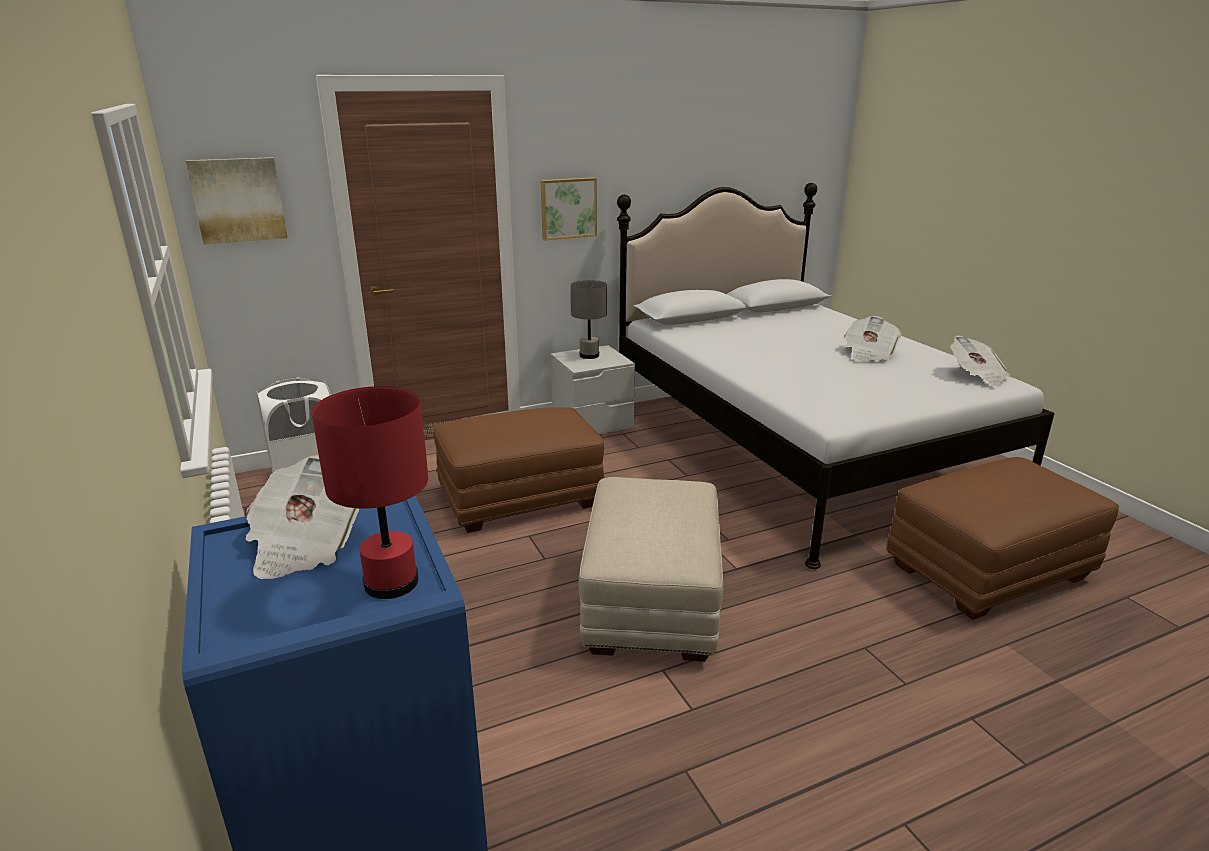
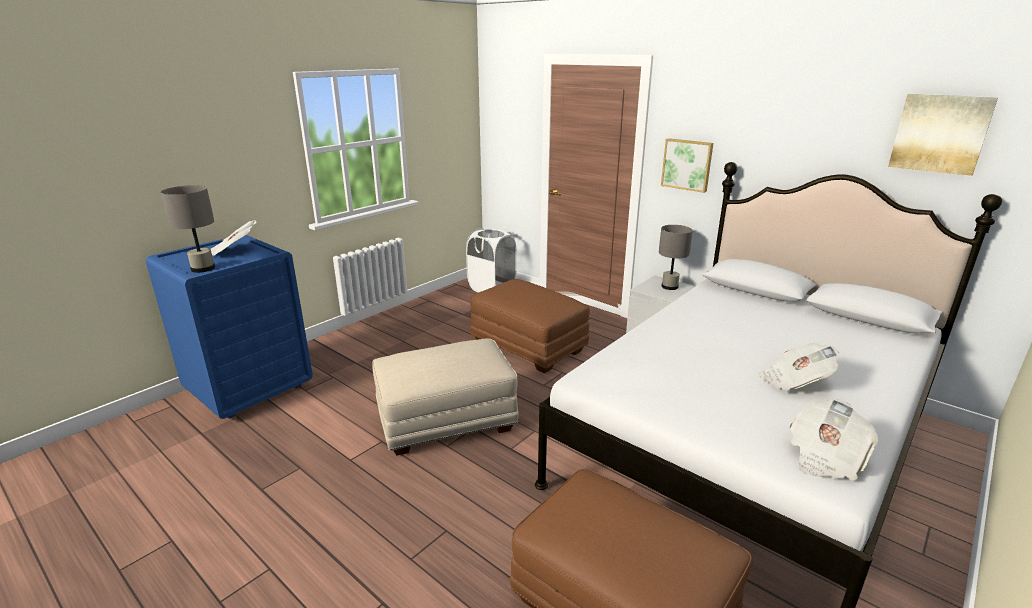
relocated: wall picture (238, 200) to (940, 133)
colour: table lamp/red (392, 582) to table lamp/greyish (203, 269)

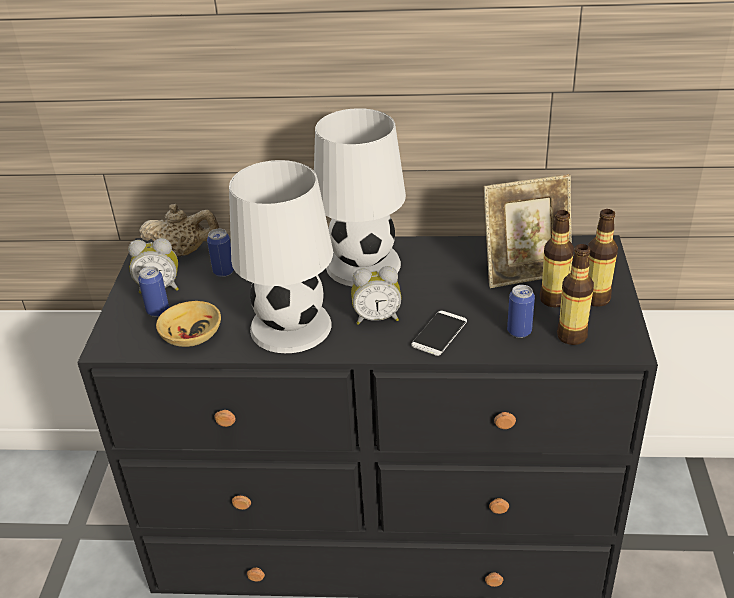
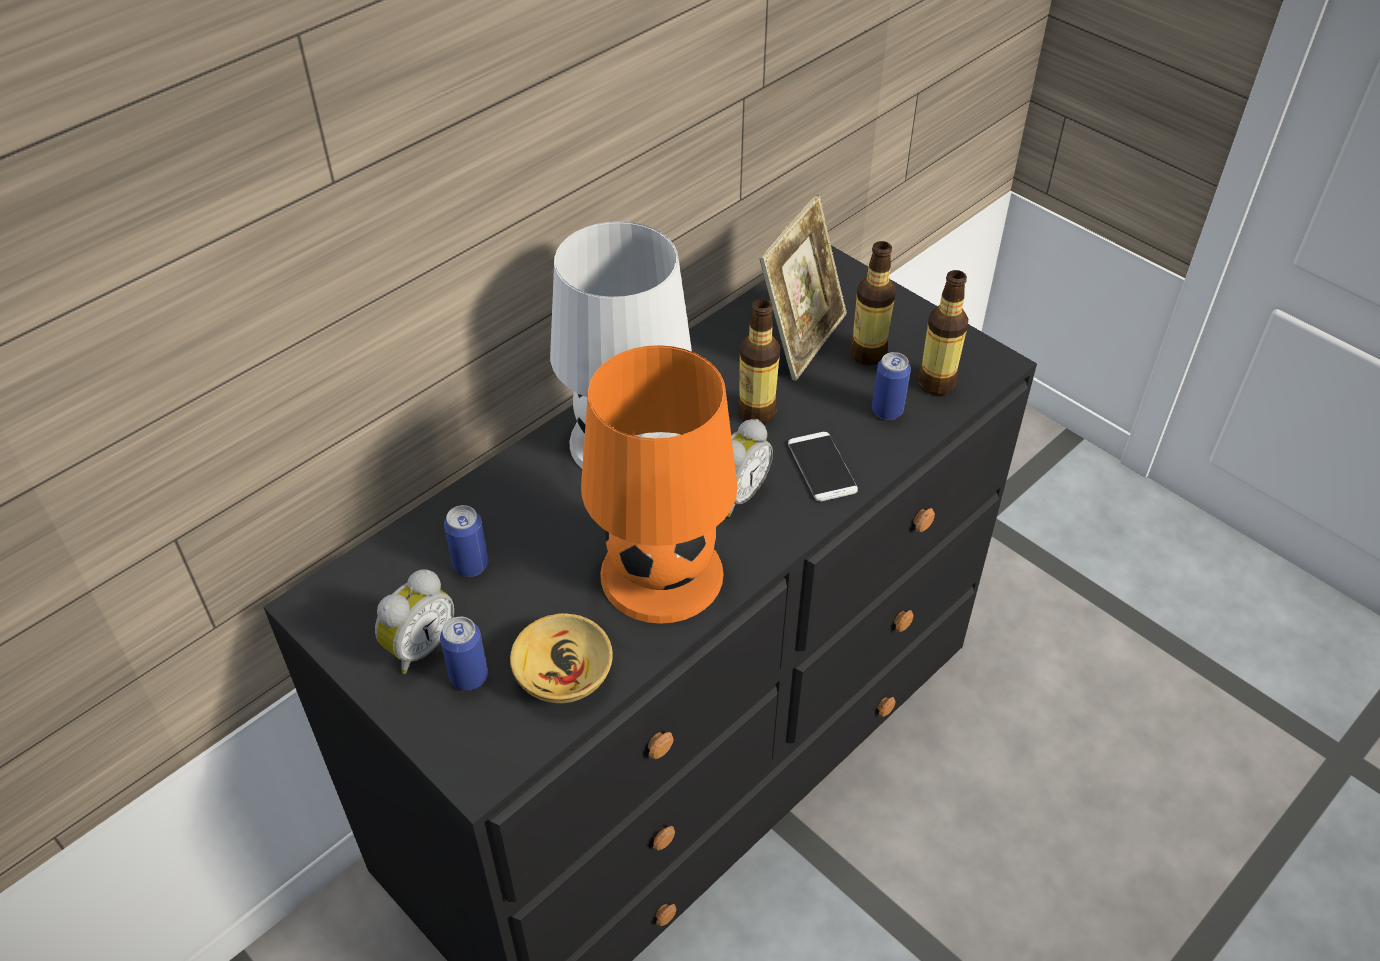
missing: tea pot/sand-coloured (184, 252)
relocated: beverage bottle (595, 298) to (756, 412)
colour: table lamp/white-coloured (290, 325) to table lamp/orange-coloured (660, 573)

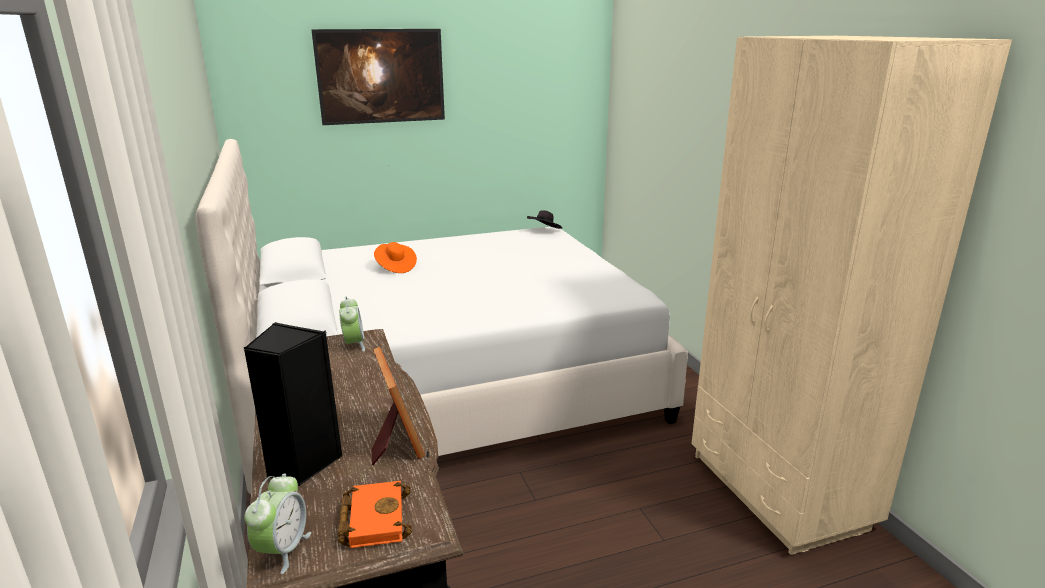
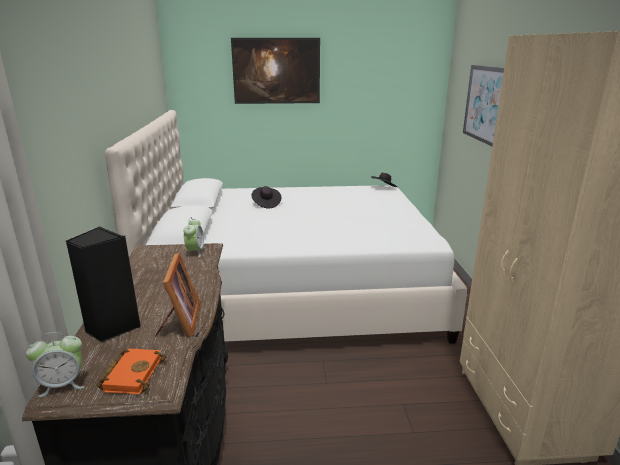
appeared: wall picture (486, 104)
colour: clothing hat/orange-coloured (395, 267) to clothing hat/black (266, 204)
spun: table clock (283, 550) = (63, 384) 45 degrees clockwise

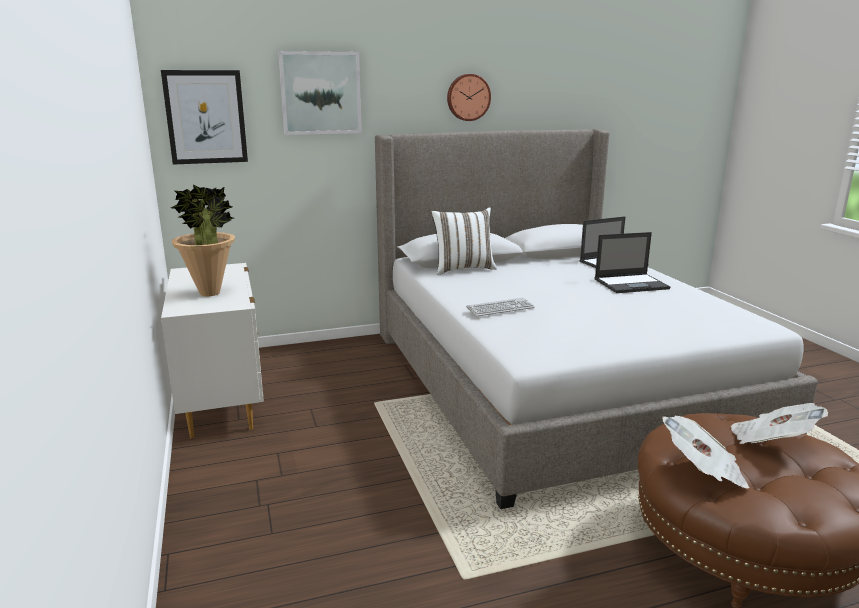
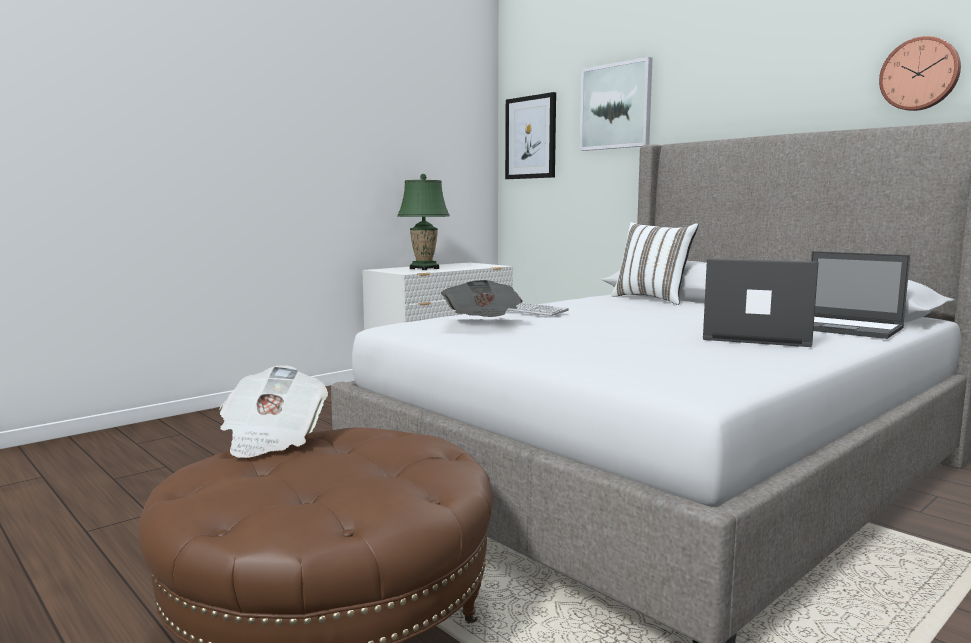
relocated: hanging clock (468, 97) to (920, 74); newspaper (771, 442) to (483, 322)
exchanged: potted plant (210, 293) to table lamp/green-coloured (424, 269)
spun: portable computer (632, 284) = (755, 336) 150 degrees clockwise

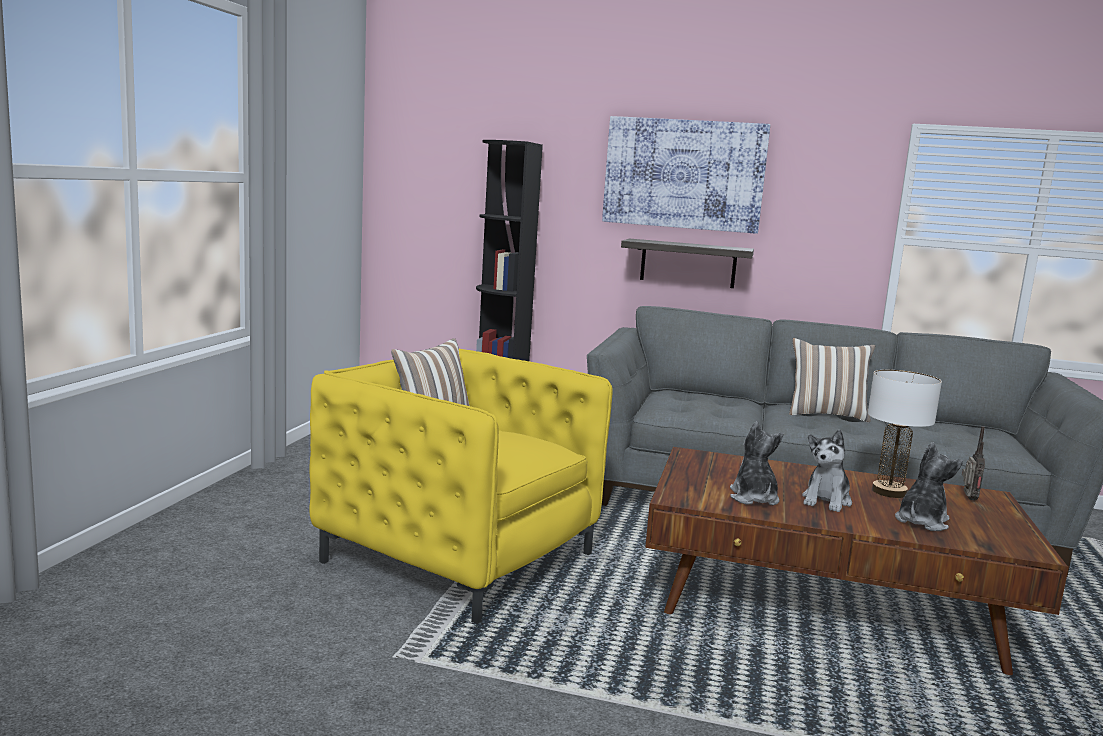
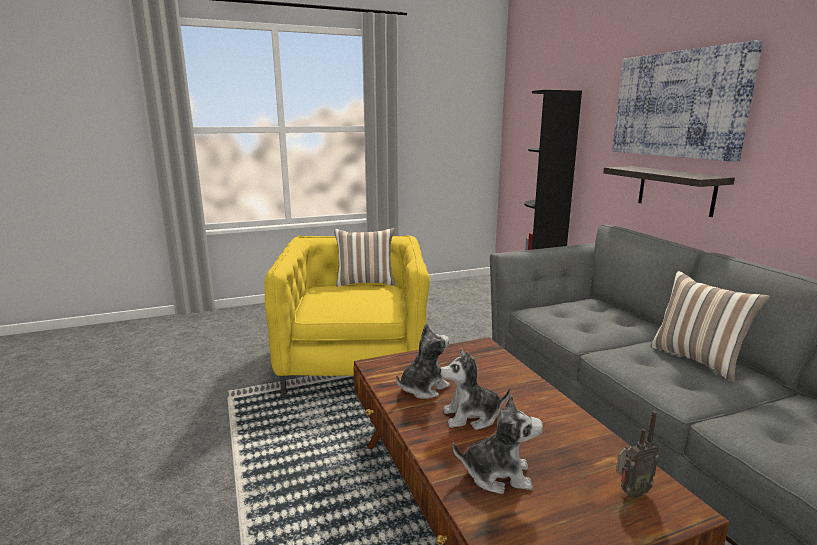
missing: table lamp (889, 492)

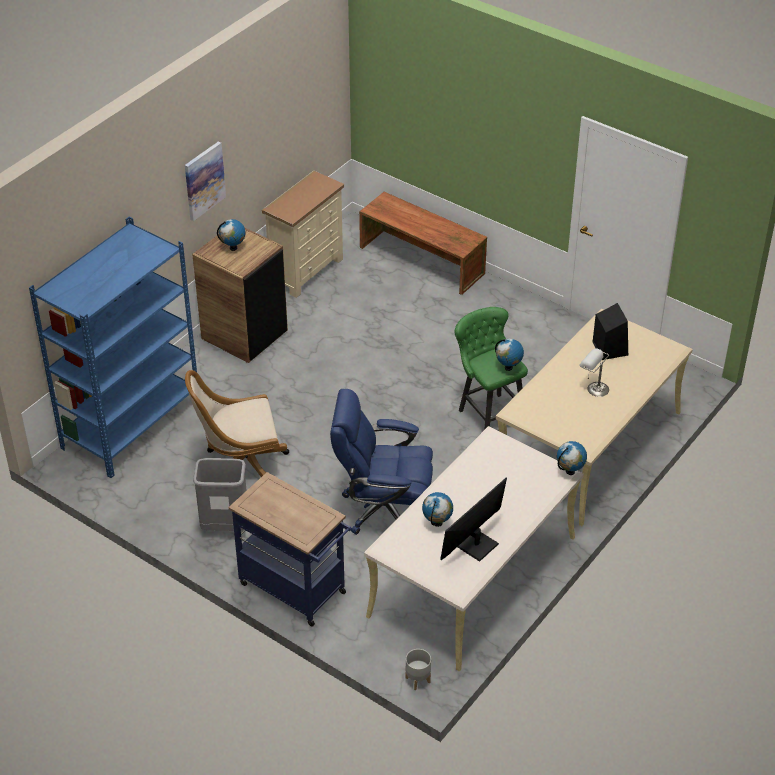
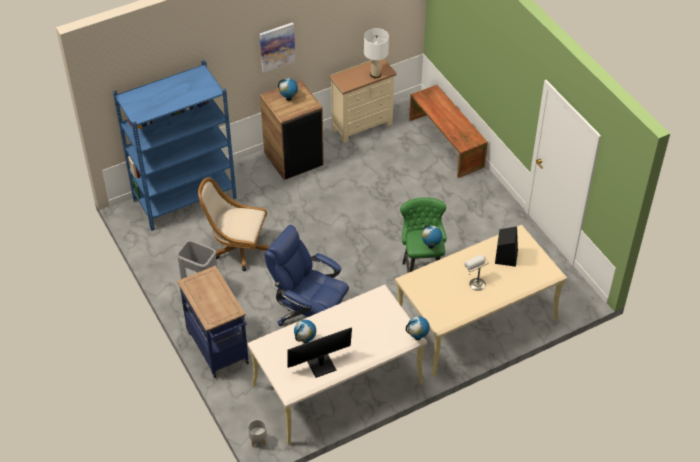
appeared: table lamp/white-coloured (375, 74)

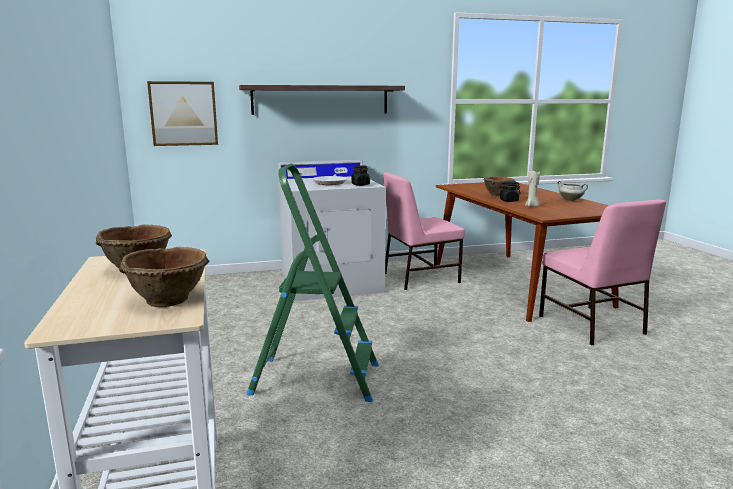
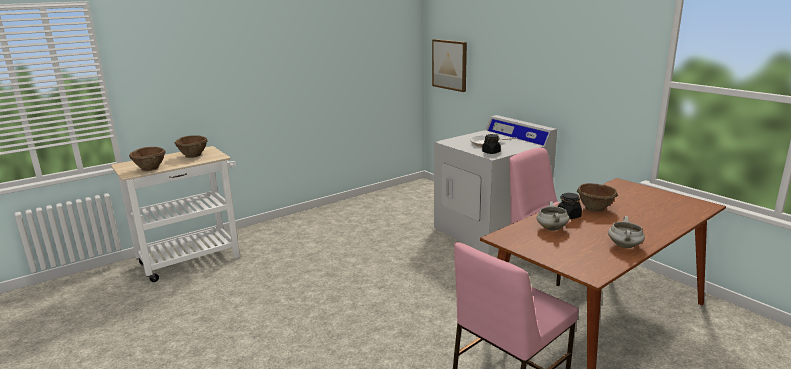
missing: wall shelf (320, 100); step stool/green-coloured (317, 379)
exchanged: candle/sand-coloured (532, 206) to cooking pot/white-coloured (551, 228)

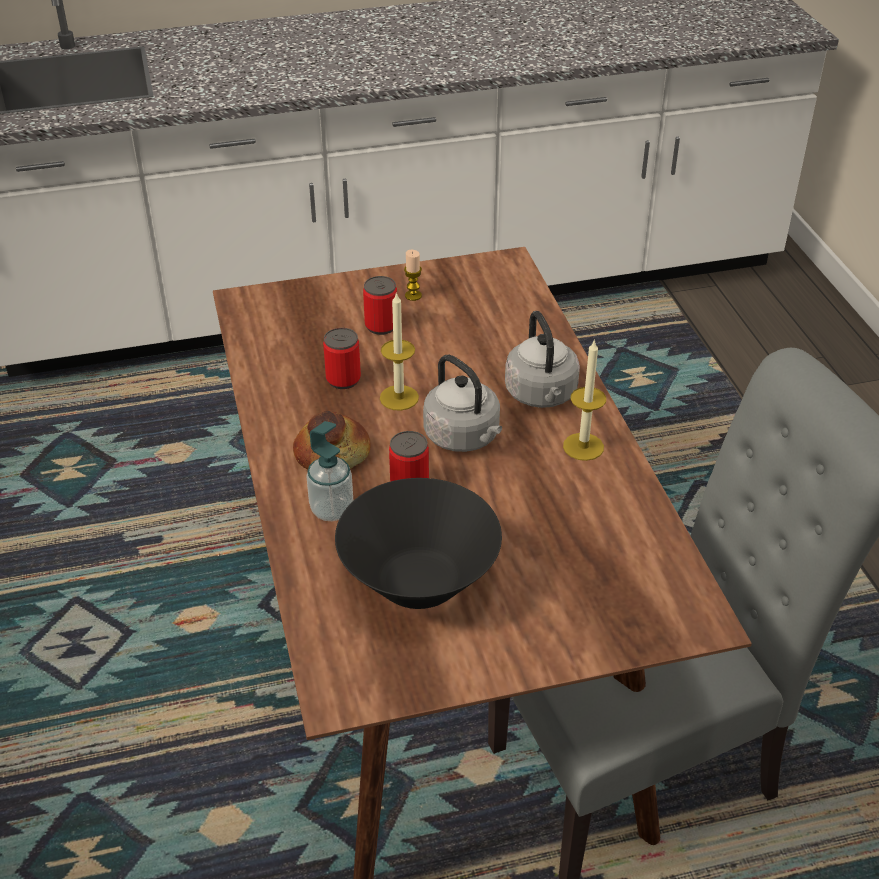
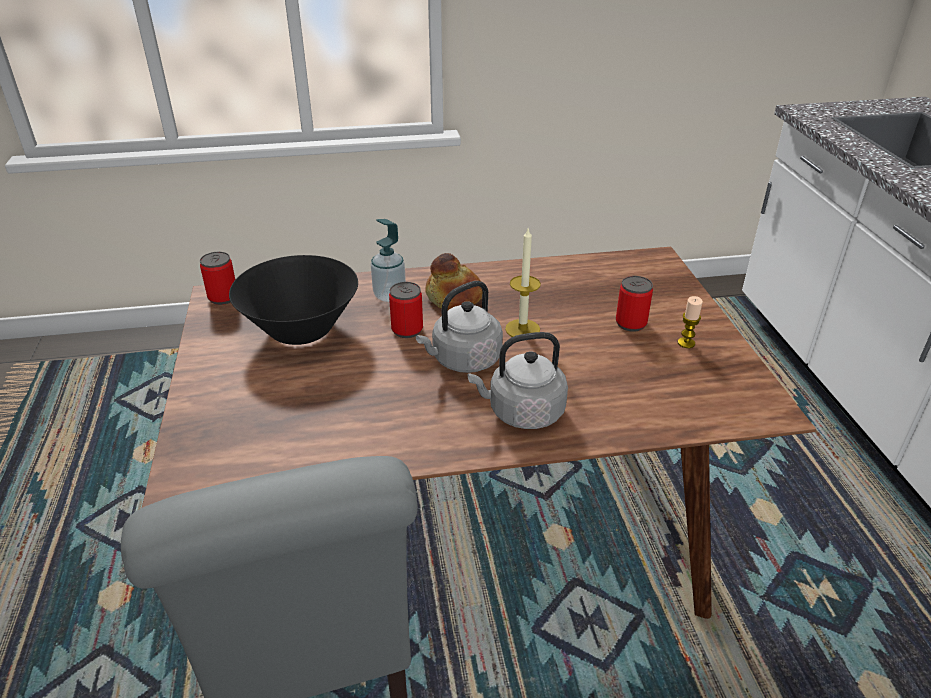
missing: candle (583, 446)
relocated: metal can (343, 379) to (223, 297)

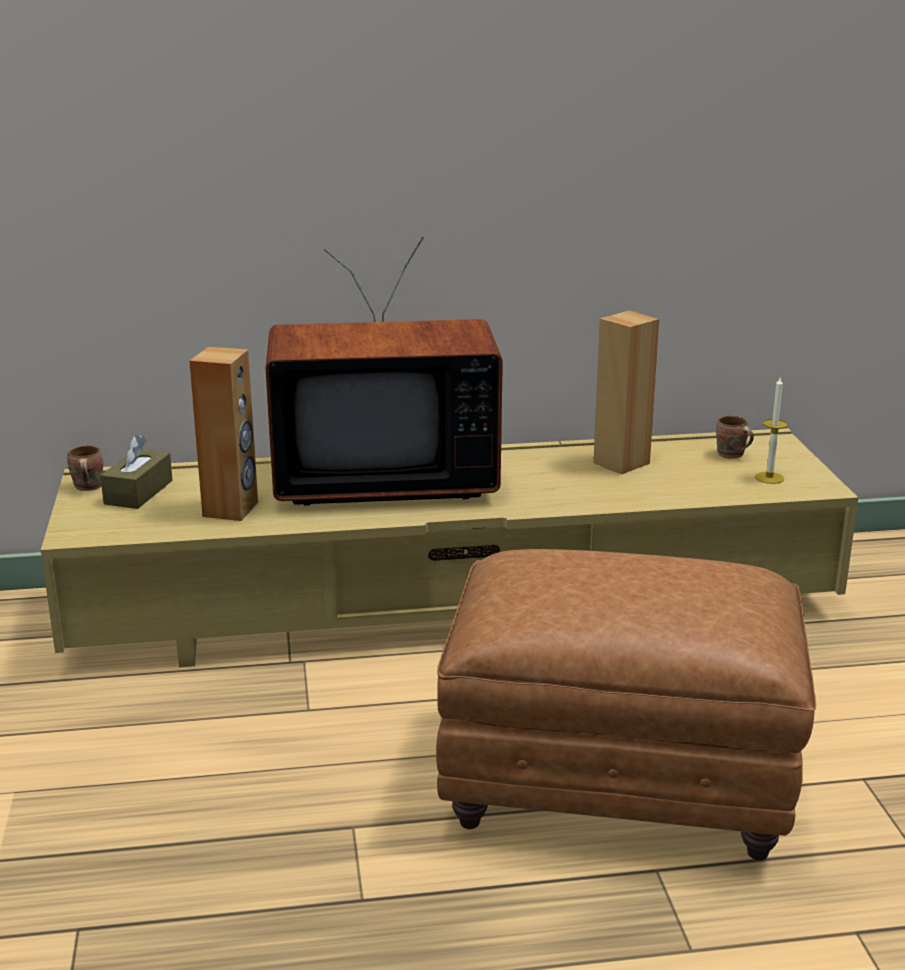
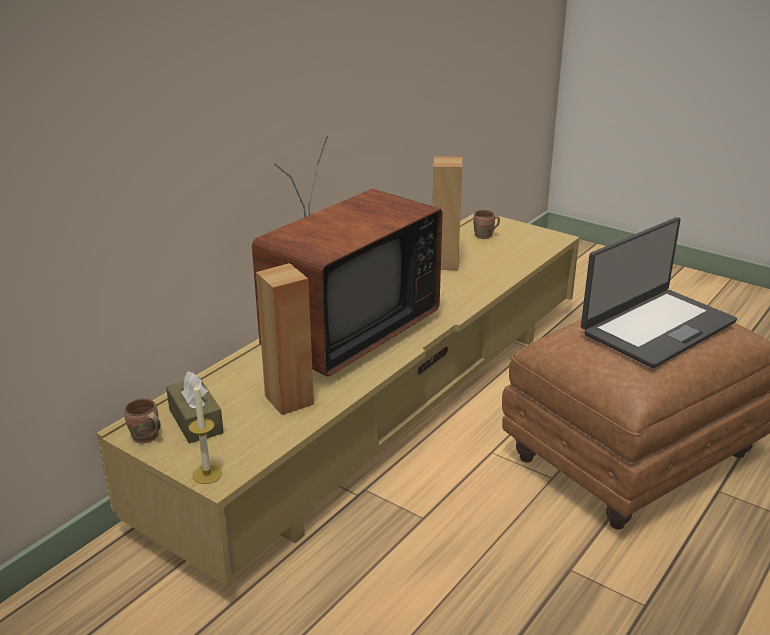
appeared: portable computer (656, 327)
relocated: candle (769, 478) to (207, 474)

